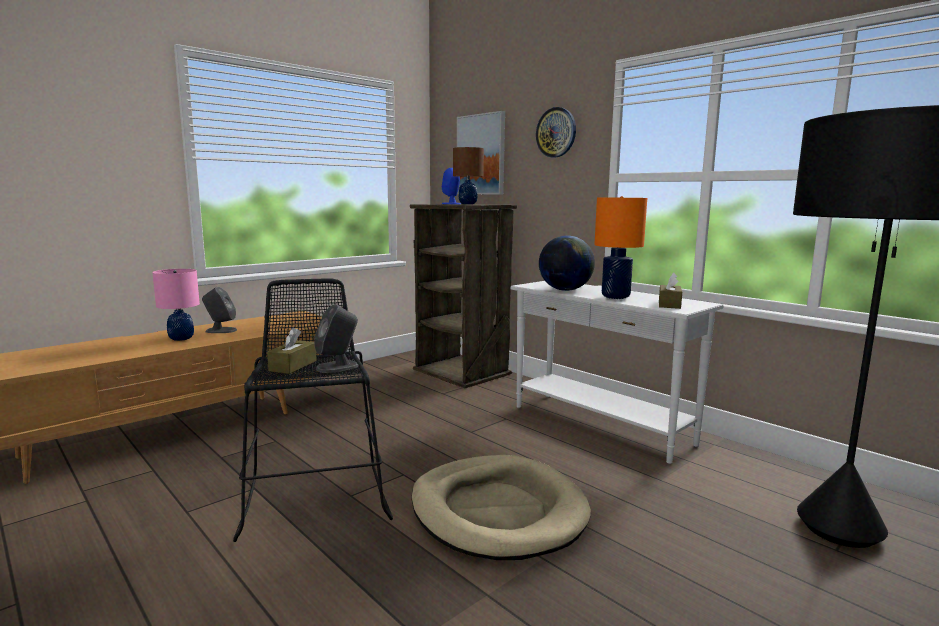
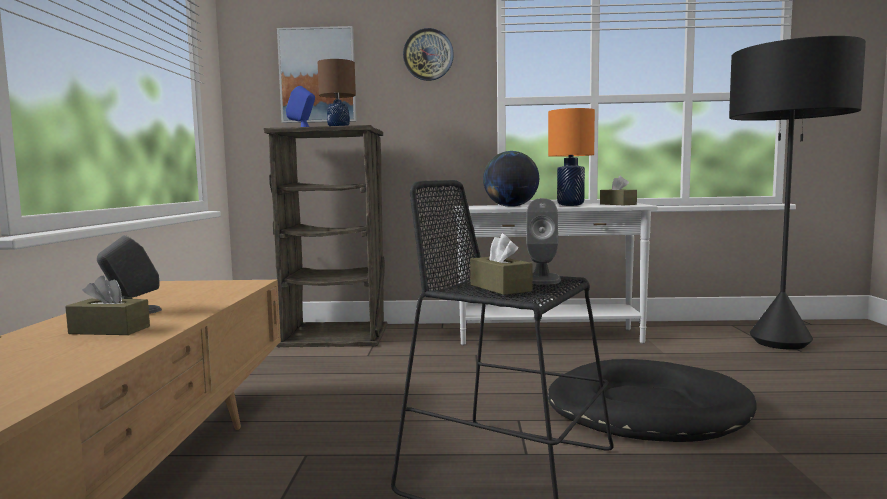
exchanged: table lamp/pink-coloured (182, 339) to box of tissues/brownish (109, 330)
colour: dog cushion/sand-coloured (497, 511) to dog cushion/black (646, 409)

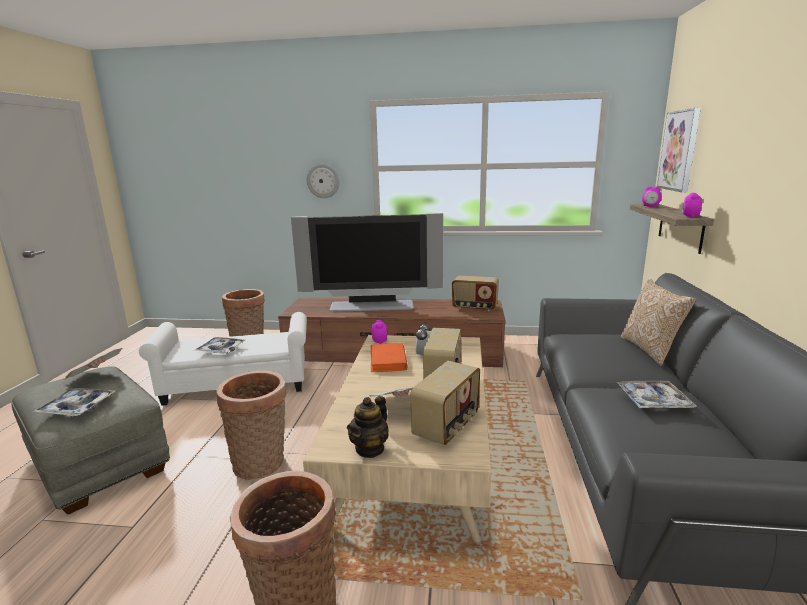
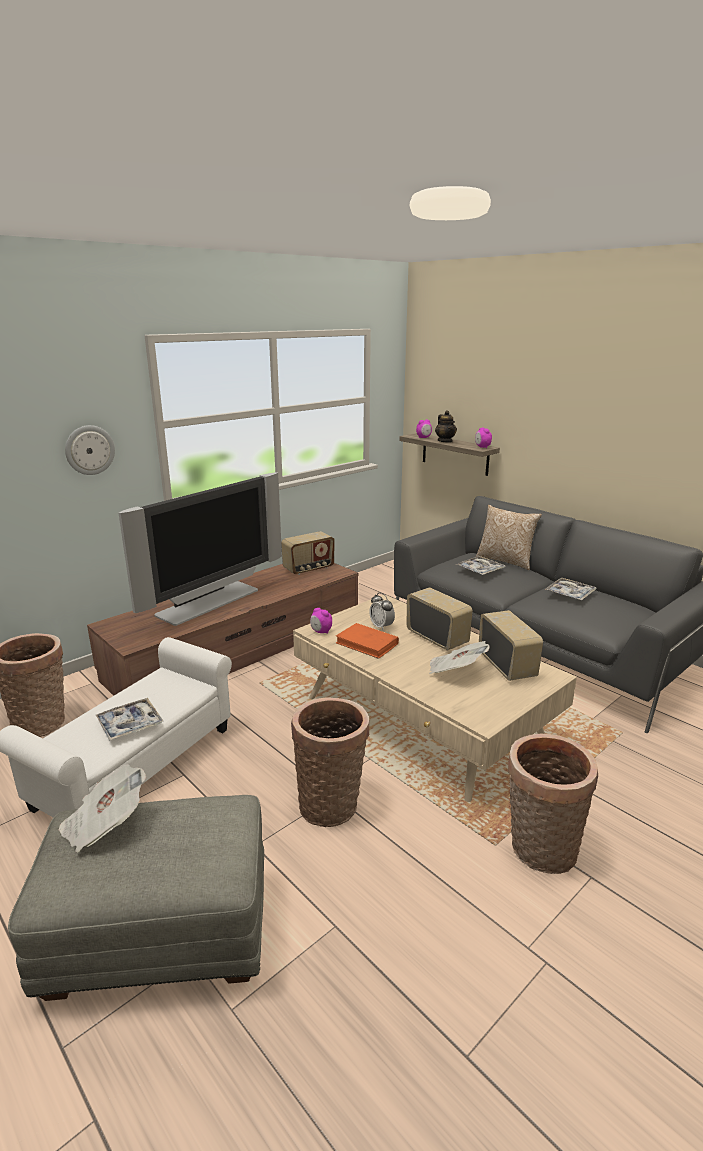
missing: wall picture (679, 150)
relocated: serving tray (77, 407) to (480, 570); tea pot (370, 449) to (445, 441)

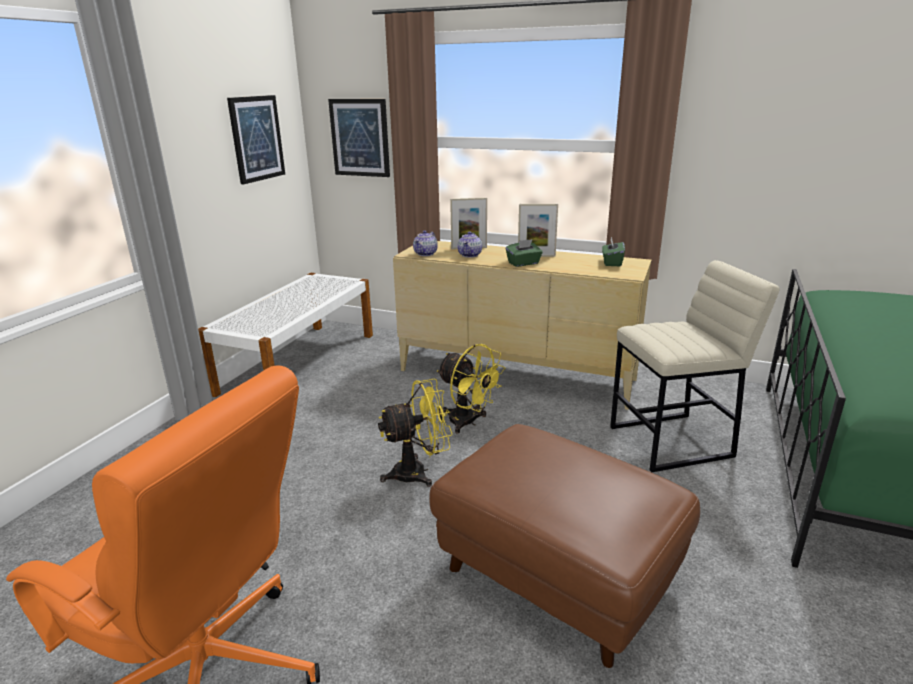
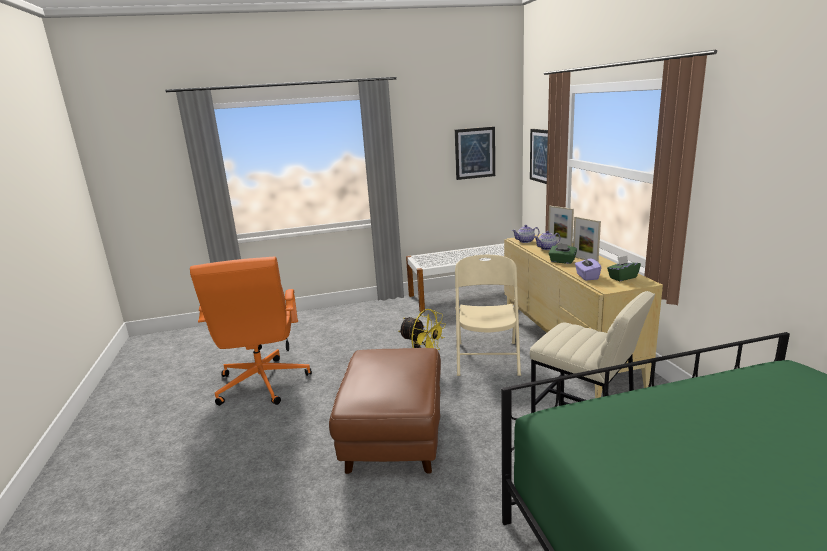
appeared: box of tissues/purple (586, 276)
exchanged: electric fan/yellowish (468, 422) to chair/sand-coloured (487, 358)

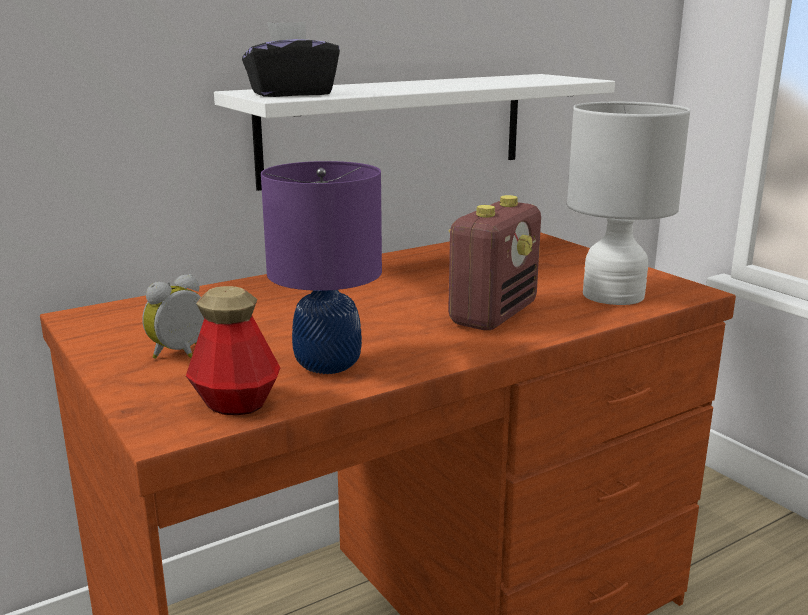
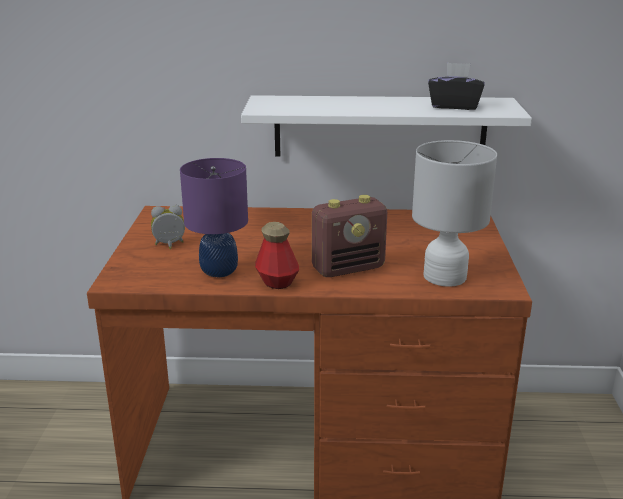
relocated: beverage bottle (236, 404) to (277, 282); box of tissues/black (291, 94) to (454, 106)

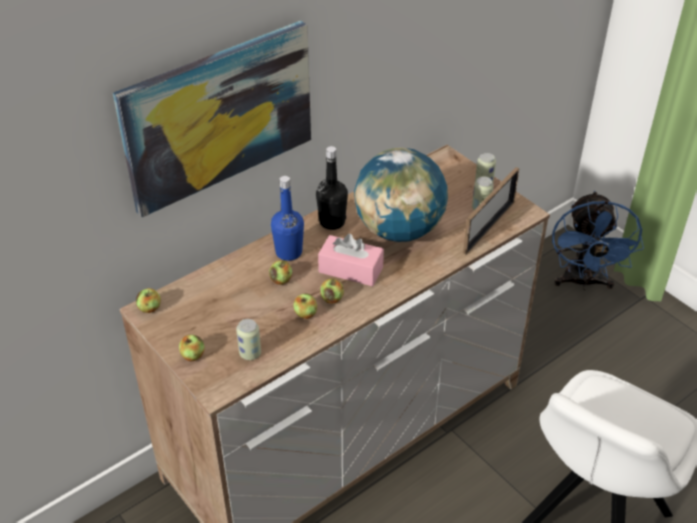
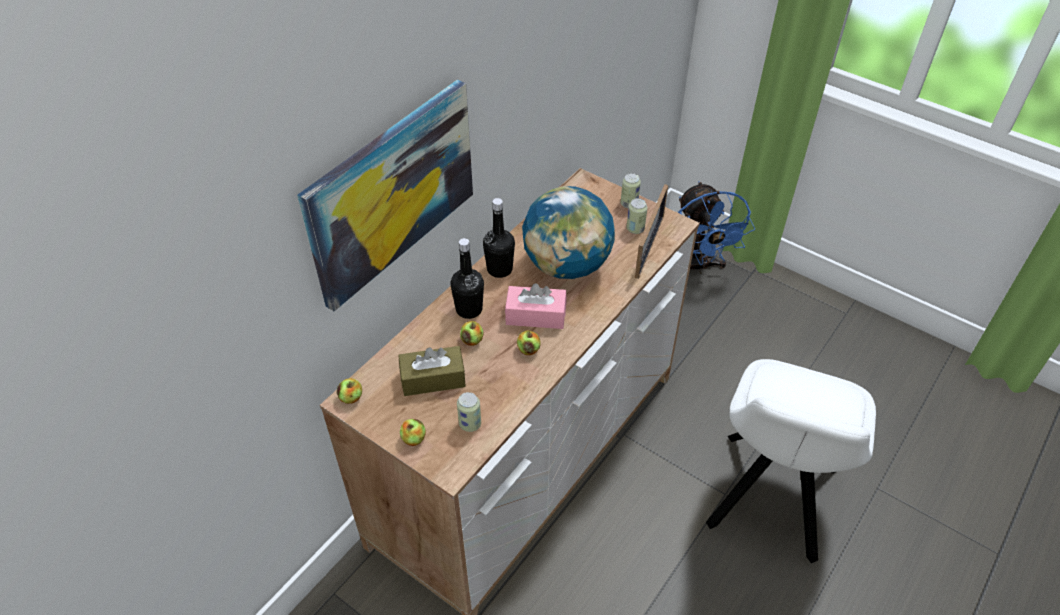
missing: whole apple (305, 314)
appeared: box of tissues/brownish (433, 379)
colour: beverage bottle/bluish (289, 252) to beverage bottle/black (469, 309)

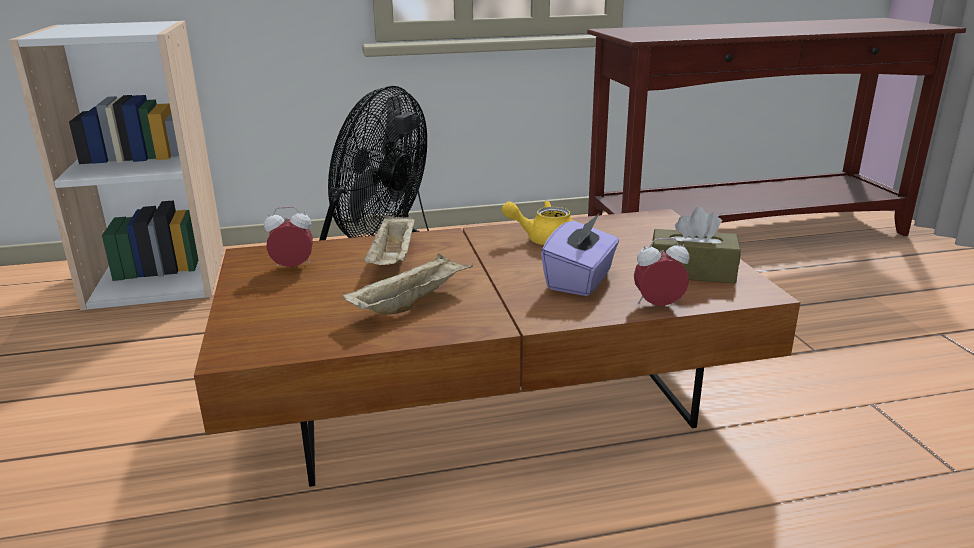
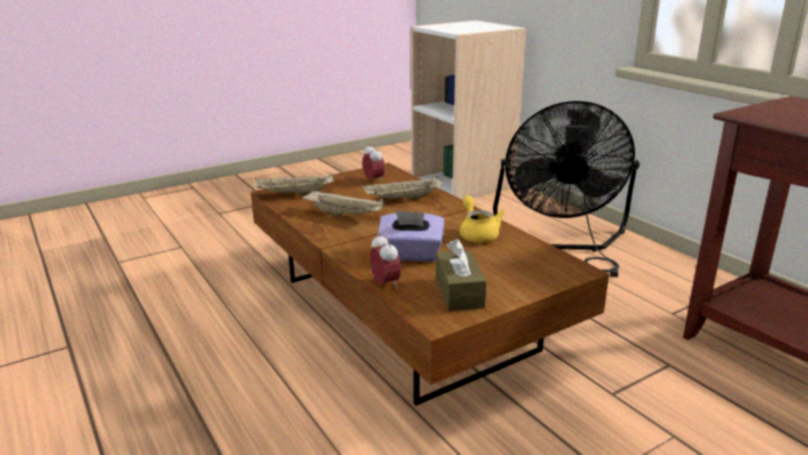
appeared: serving tray/sand-coloured (294, 195)

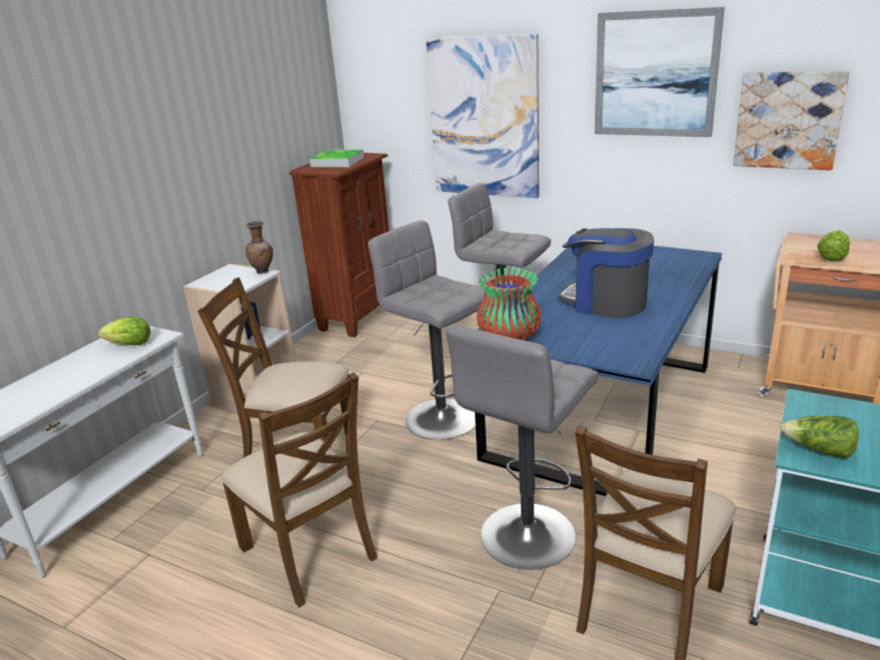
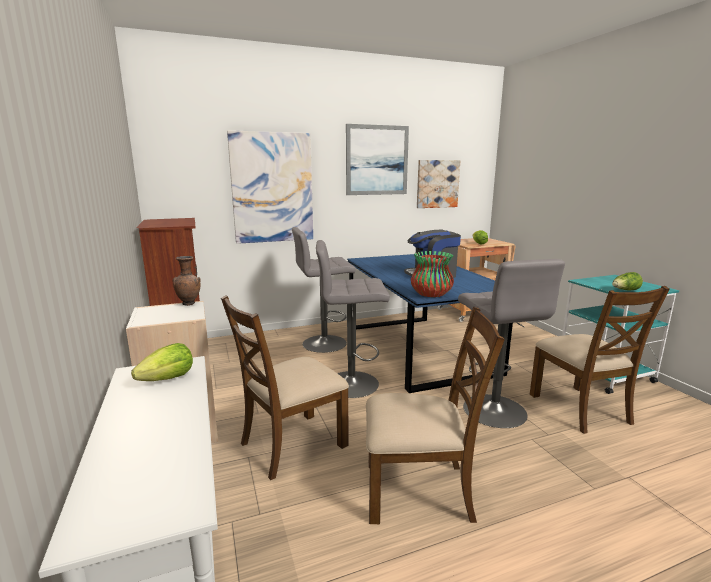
missing: serving tray (337, 162)

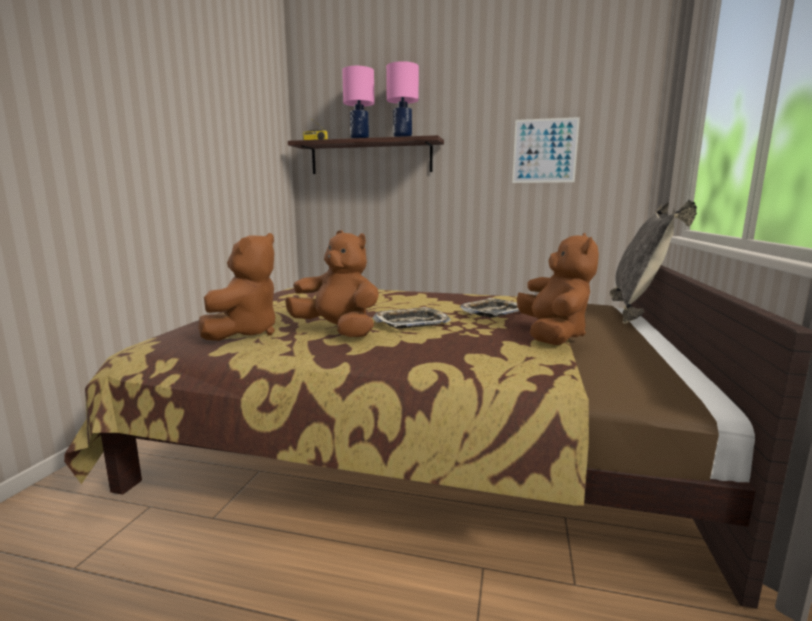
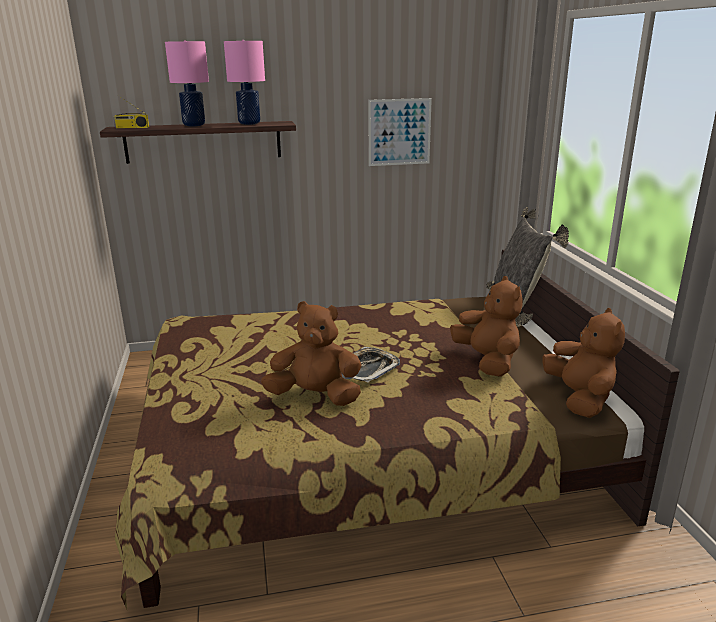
missing: serving tray (492, 312)
relocated: cuddly toy/brownish (245, 333) to (579, 398)

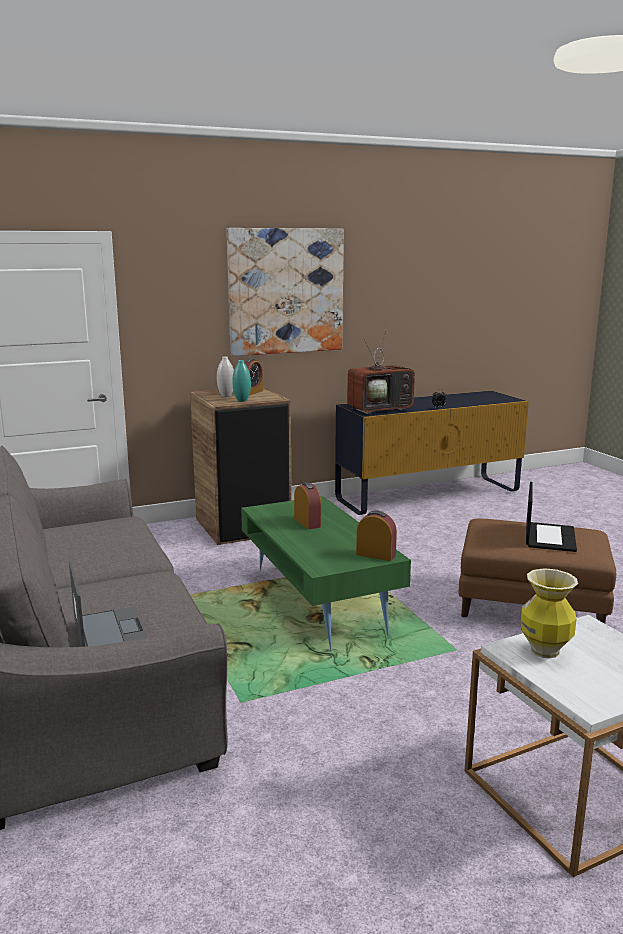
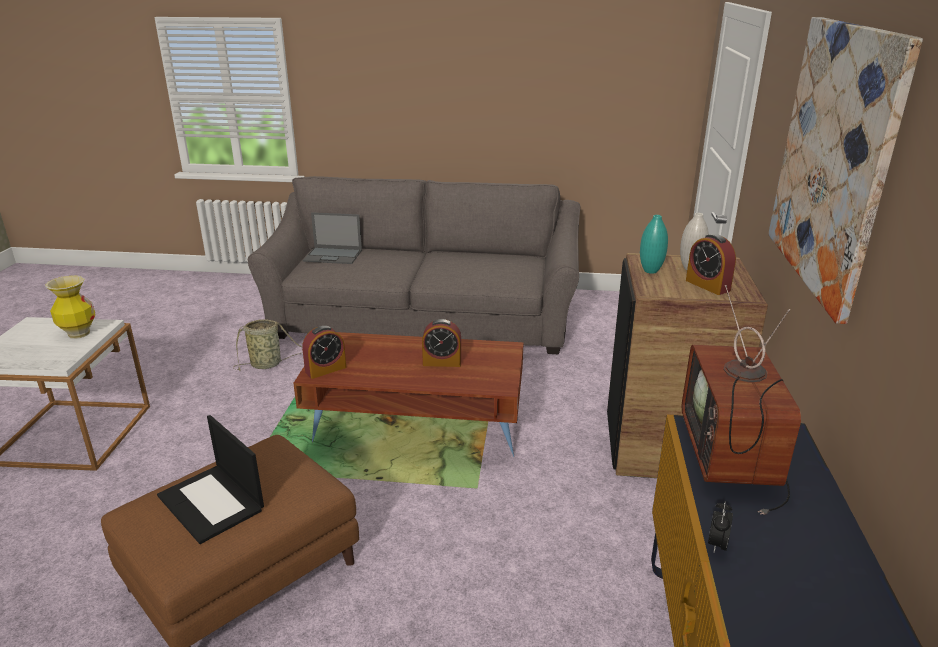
appeared: storage basket (268, 364)
colour: lounge table/green-coloured (317, 601) to lounge table/brownish (417, 430)

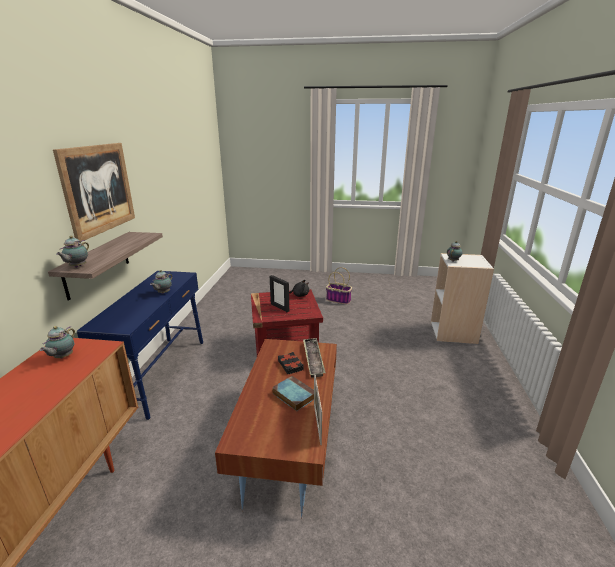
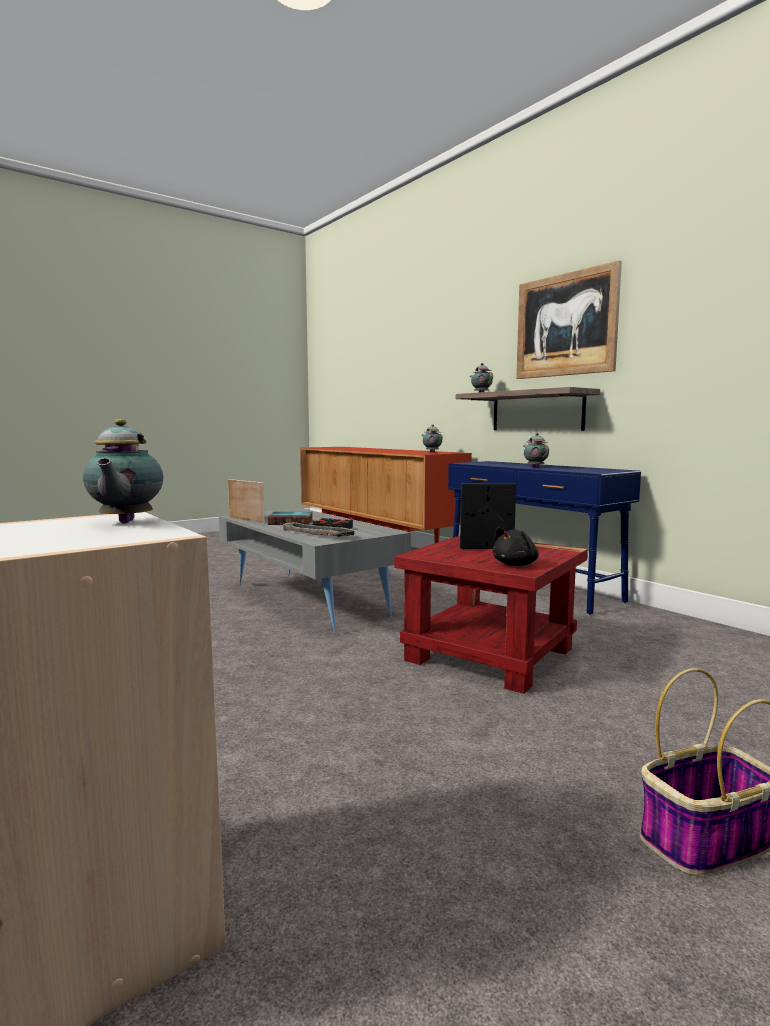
colour: lounge table/brownish (289, 440) to lounge table/greyish (307, 601)

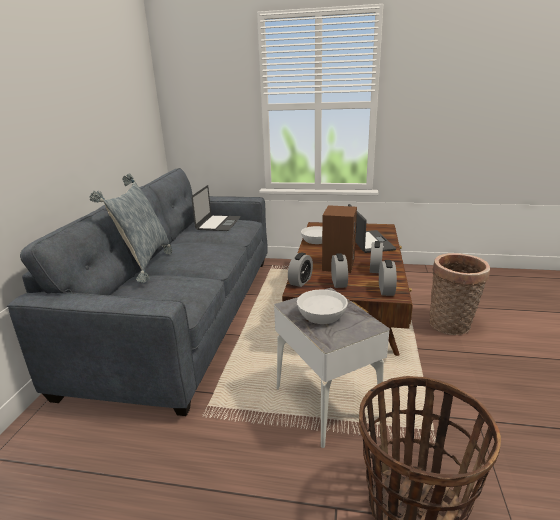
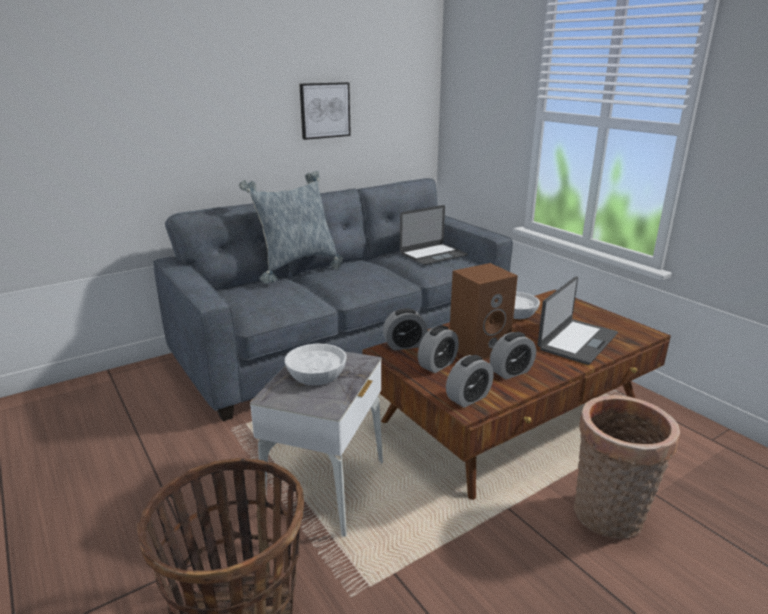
appeared: wall picture (324, 110)

